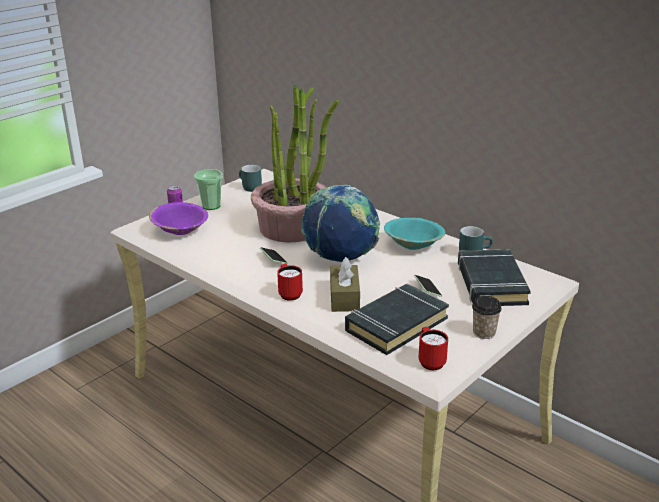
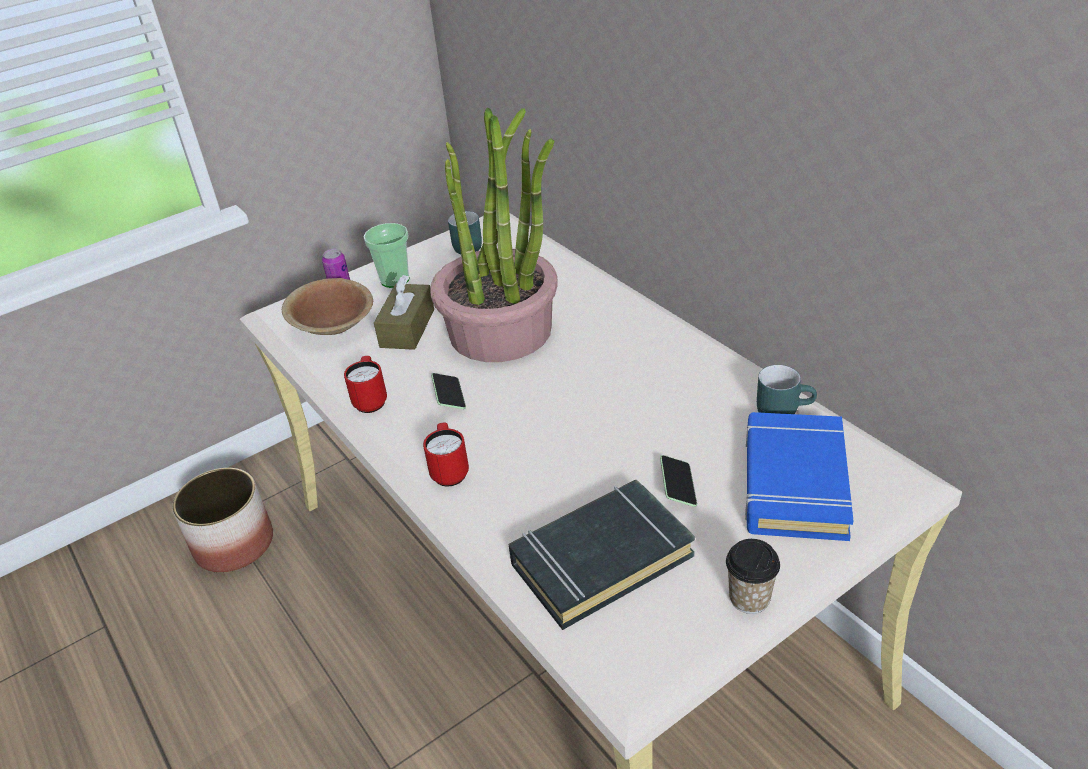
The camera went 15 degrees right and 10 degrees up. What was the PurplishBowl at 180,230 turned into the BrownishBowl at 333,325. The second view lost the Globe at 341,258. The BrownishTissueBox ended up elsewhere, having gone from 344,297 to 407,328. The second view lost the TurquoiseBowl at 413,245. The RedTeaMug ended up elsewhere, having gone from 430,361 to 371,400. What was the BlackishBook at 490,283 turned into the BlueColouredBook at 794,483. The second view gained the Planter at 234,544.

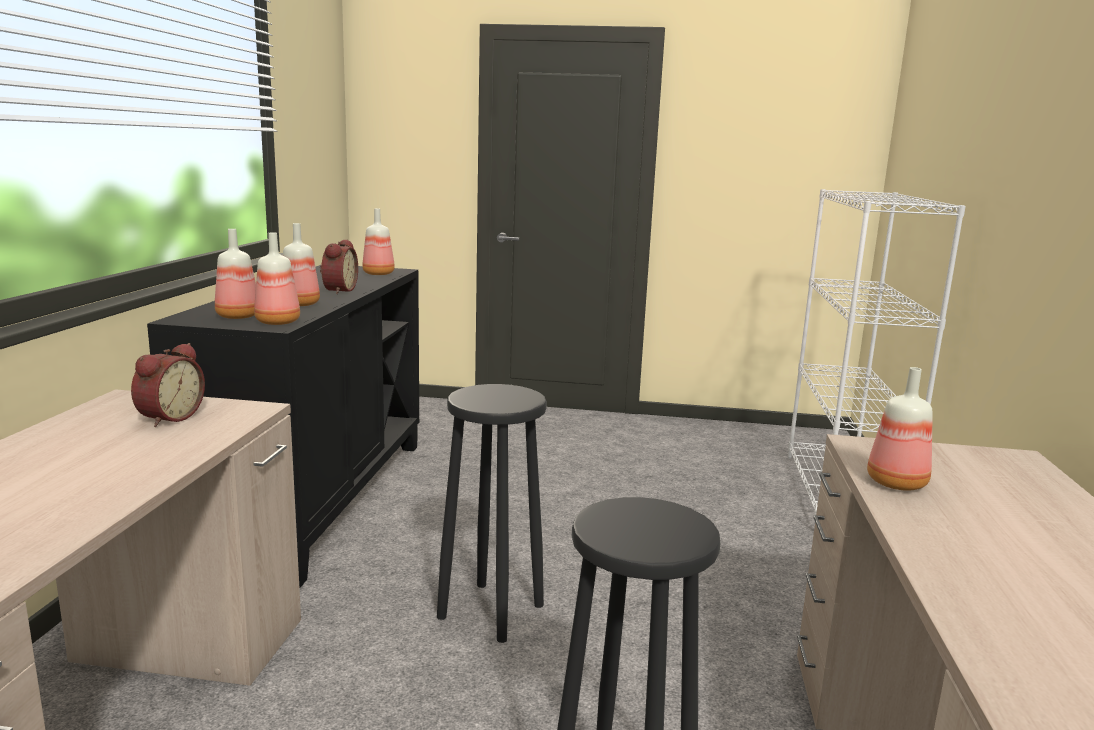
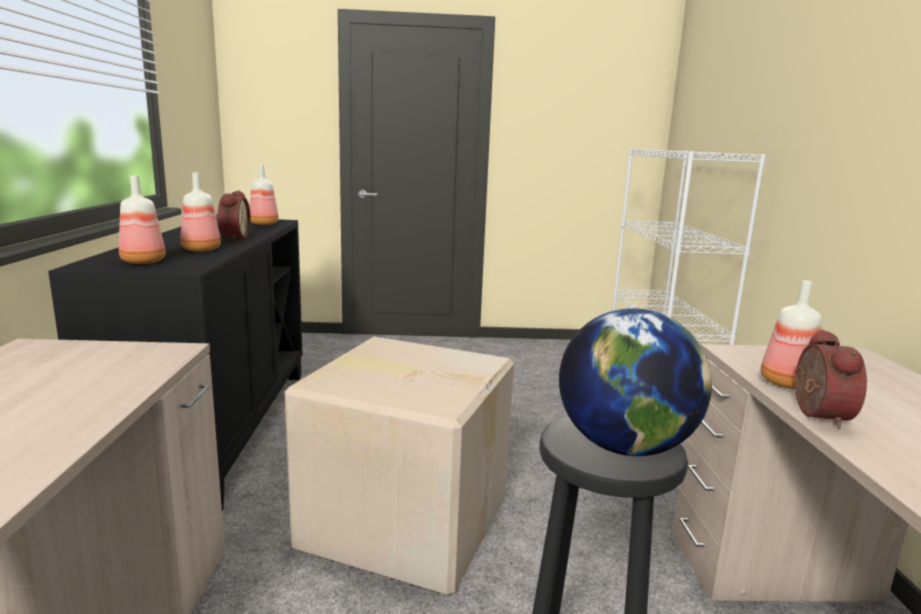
The camera went 10 degrees left and 0 degrees up. The TableClock ended up elsewhere, having gone from 168,417 to 816,415. The second view lost the DrinkBottle at 279,322. Where the BlackishSittingStool stood at 492,610, the Carton came to stand at 404,521. The second view gained the Globe at 624,446.

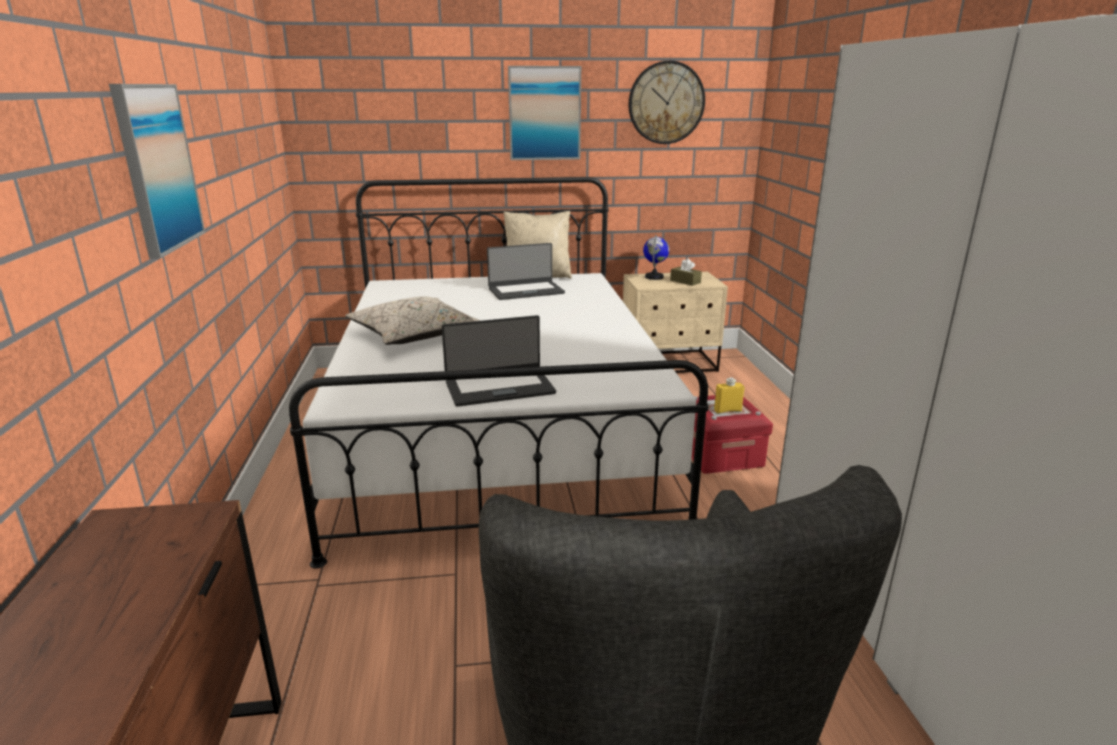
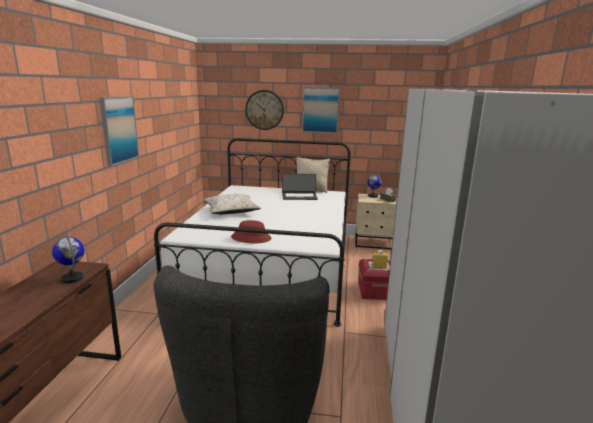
The camera went 15 degrees right and 5 degrees down. Where the Laptop stood at 499,387, the RedHat came to stand at 251,238. The ClockOnTheWall ended up elsewhere, having gone from 666,103 to 264,110. The second view gained the Globe at 72,278.

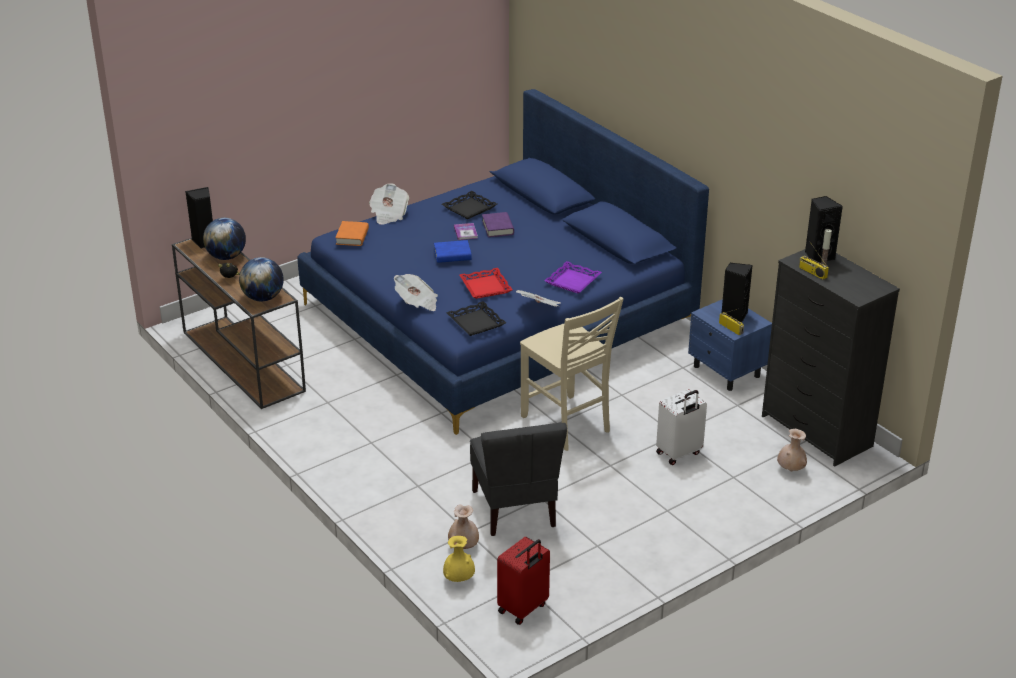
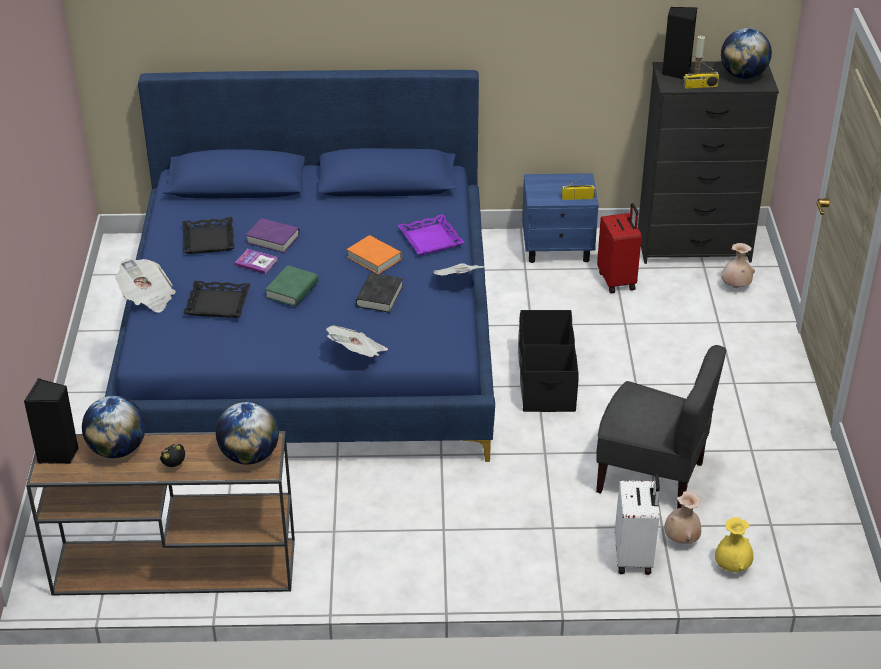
The camera went 55 degrees left and 5 degrees up. The OrangeyBook ended up elsewhere, having gone from 352,237 to 374,258. What was the BlueColouredBook at 452,255 turned into the GreenBook at 292,290. The BlackishCarryingTray ended up elsewhere, having gone from 476,322 to 218,303. Where the RedCarryingTray stood at 485,287, the BlackishBook came to stand at 379,296. The RedSuitcase ended up elsewhere, having gone from 523,608 to 617,280. Where the BeigeColouredChair stood at 567,424, the BlackishStorageBox came to stand at 545,380. The WhiteColouredSuitcase ended up elsewhere, having gone from 679,453 to 634,557. The second view lost the BlackishLoudspeaker at 734,316. The second view gained the Globe at 743,75.

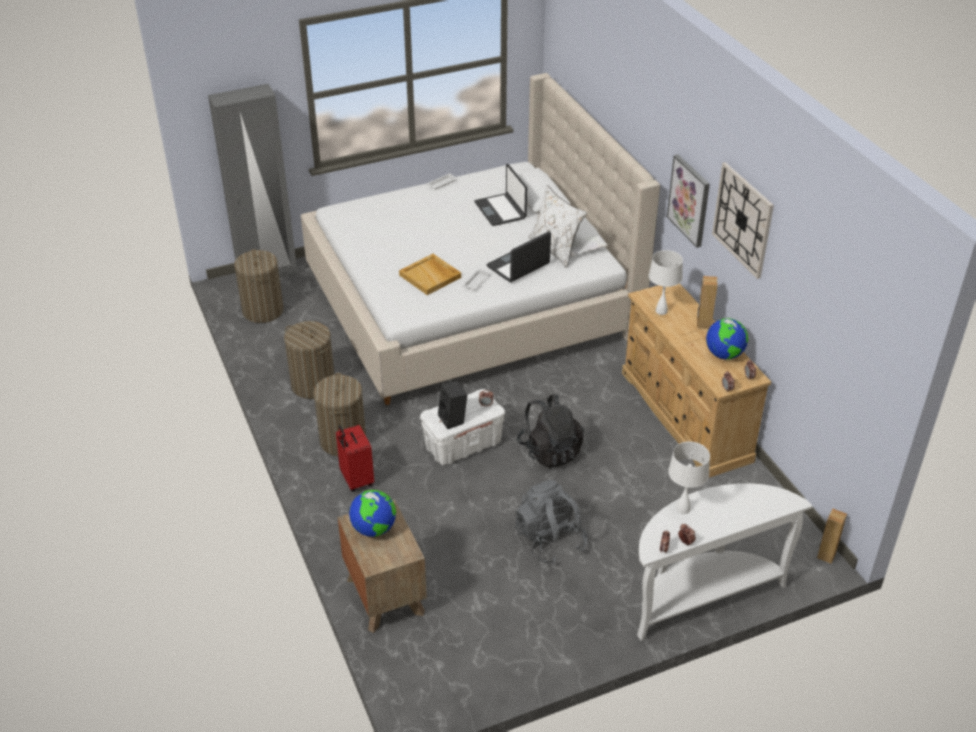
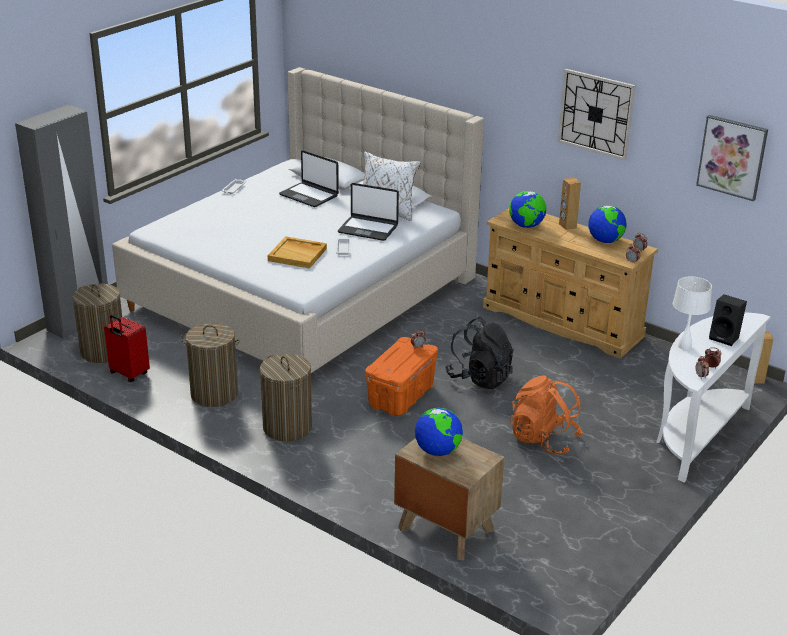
The camera went 30 degrees left and 10 degrees down. The RedSuitcase ended up elsewhere, having gone from 356,480 to 128,374. What was the WhiteColouredStorageBox at 463,444 turned into the OrangeyStorageBox at 401,396. The BlackishLoudspeaker ended up elsewhere, having gone from 453,419 to 725,337. The Laptop at 518,266 ended up facing another way, 90 degrees counterclockwise from before. What was the GrayKnapsack at 550,540 turned into the OrangeyKnapsack at 543,439. Where the WhiteColouredTabletopLamp stood at 661,311, the Globe came to stand at 526,226. The Picture ended up elsewhere, having gone from 689,200 to 732,157.

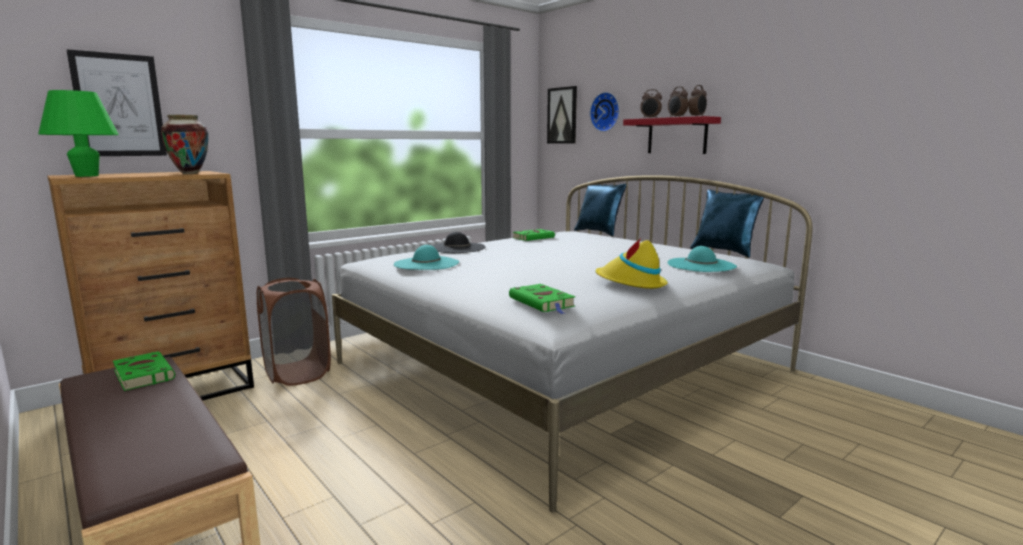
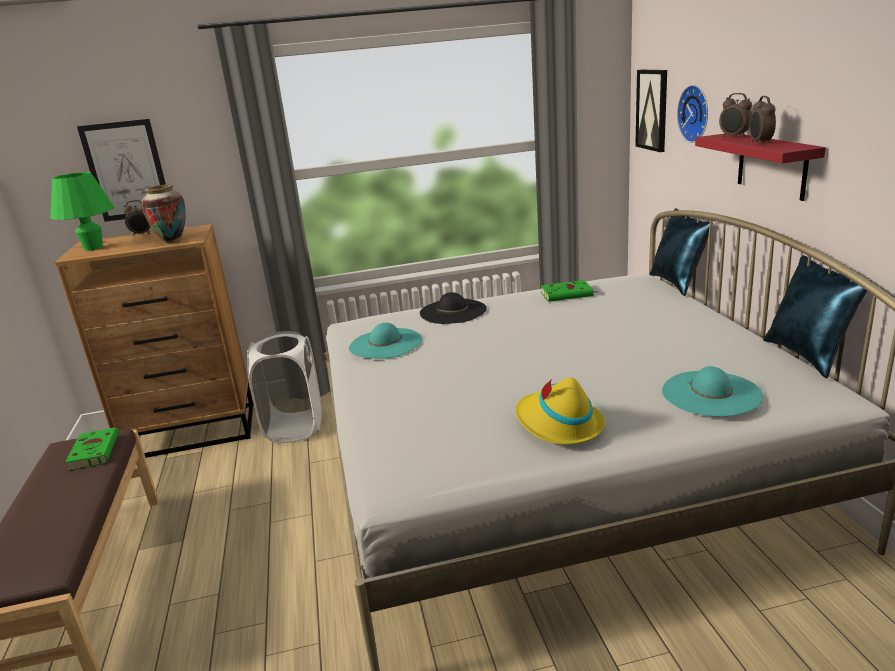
The camera went 30 degrees right and 10 degrees up. What was the BrownishHamper at 297,373 turned into the WhiteColouredHamper at 294,427. The second view lost the GreenBook at 543,303. The TableClock ended up elsewhere, having gone from 697,116 to 142,234.

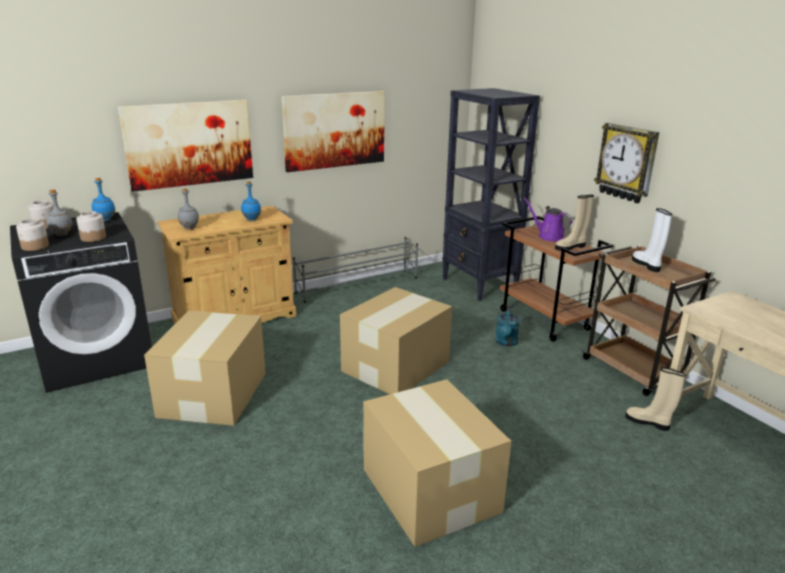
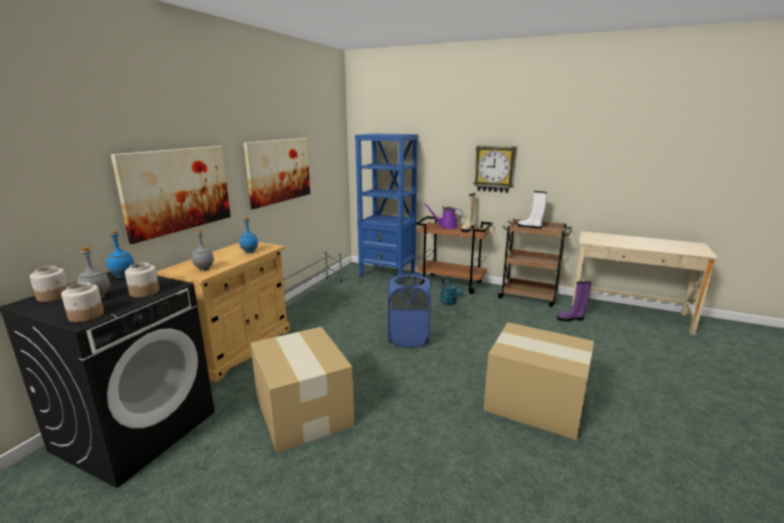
The camera went 35 degrees left and 5 degrees down. Where the Carton stood at 397,366, the BlueColouredHamper came to stand at 409,338. What was the BlackishBookshelf at 479,285 turned into the BlueColouredBookshelf at 388,274. What was the BeigeColouredTallBoot at 648,422 turned into the PurplishTallBoot at 571,319.

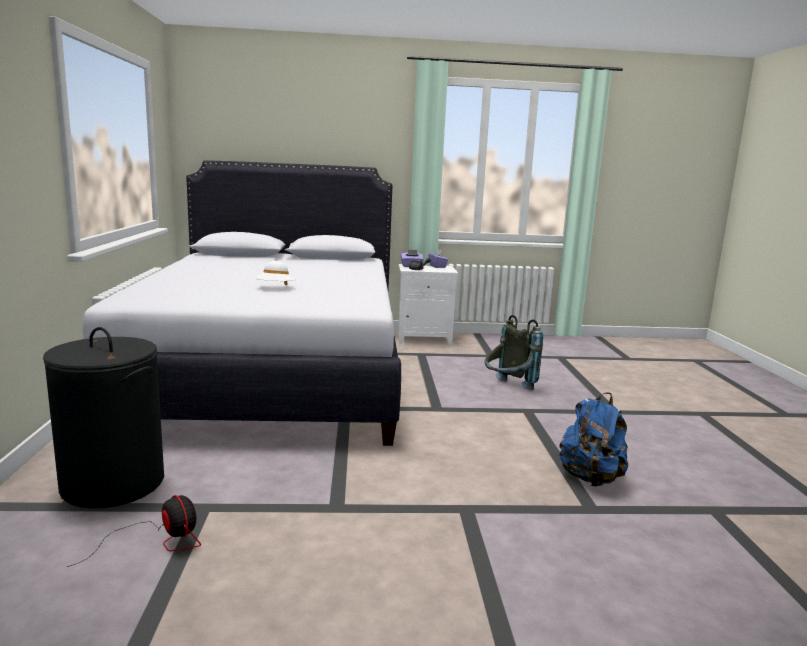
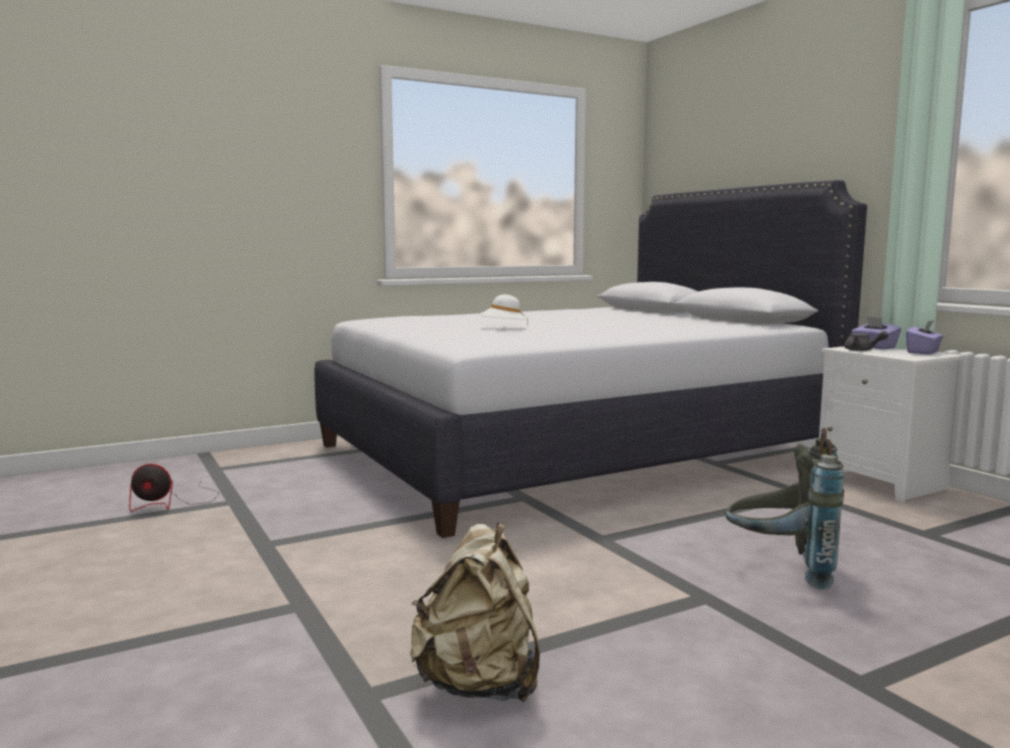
The camera went 65 degrees right and 5 degrees down. The second view lost the BlackishHamper at 112,484. The Fan at 158,541 ended up facing another way, 60 degrees clockwise from before. What was the BlueColouredKnapsack at 590,478 turned into the BeigeColouredKnapsack at 479,685.

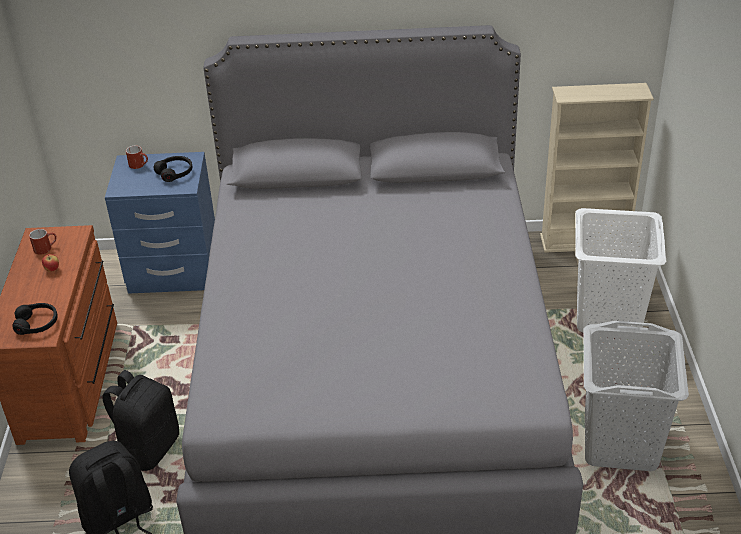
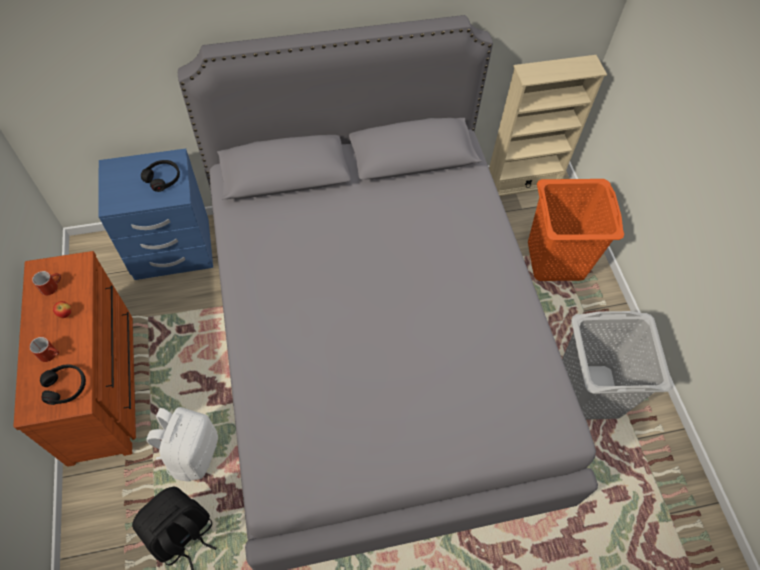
The camera went 15 degrees left and 20 degrees up. What was the BlackishKnapsack at 148,448 turned into the WhiteColouredKnapsack at 192,453. The RedTeaMug ended up elsewhere, having gone from 139,165 to 51,354. What was the WhiteColouredHamper at 608,316 turned into the OrangeyHamper at 556,260.

